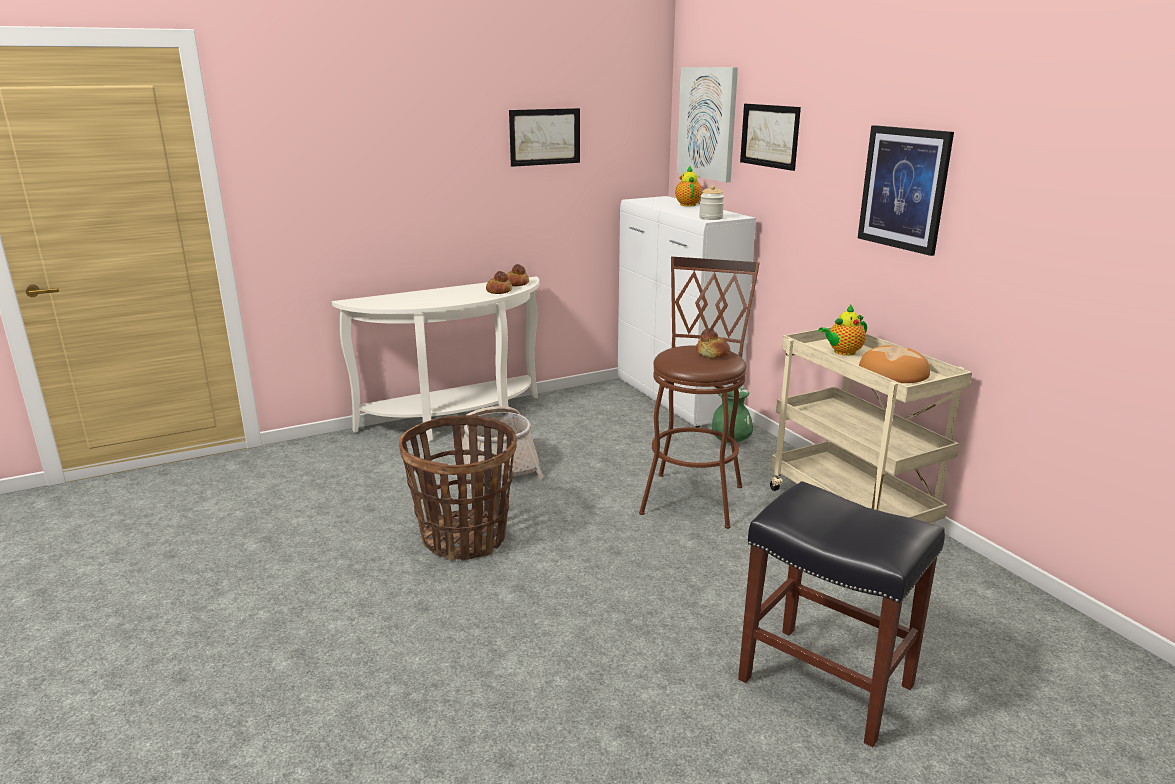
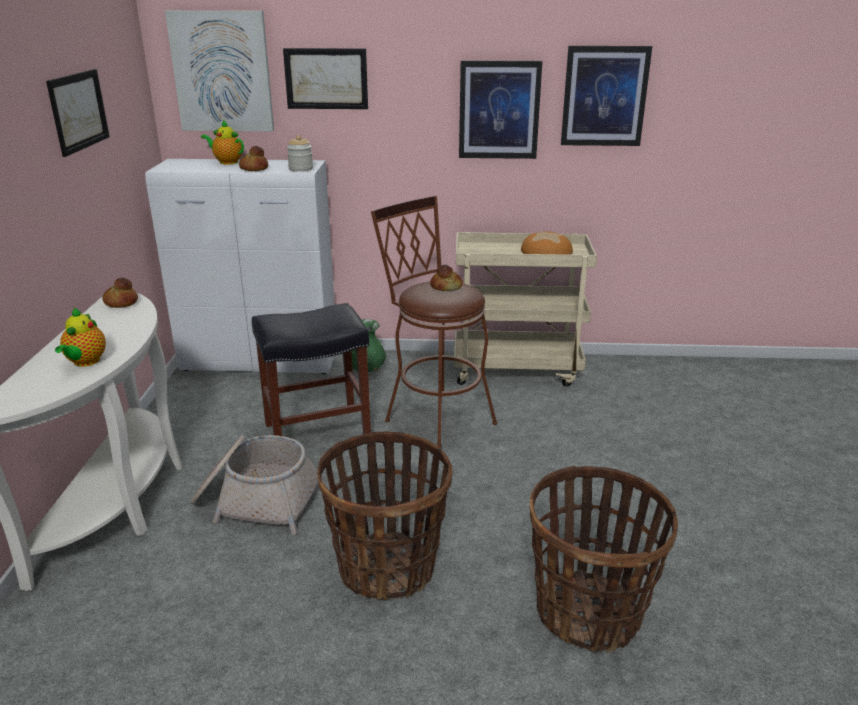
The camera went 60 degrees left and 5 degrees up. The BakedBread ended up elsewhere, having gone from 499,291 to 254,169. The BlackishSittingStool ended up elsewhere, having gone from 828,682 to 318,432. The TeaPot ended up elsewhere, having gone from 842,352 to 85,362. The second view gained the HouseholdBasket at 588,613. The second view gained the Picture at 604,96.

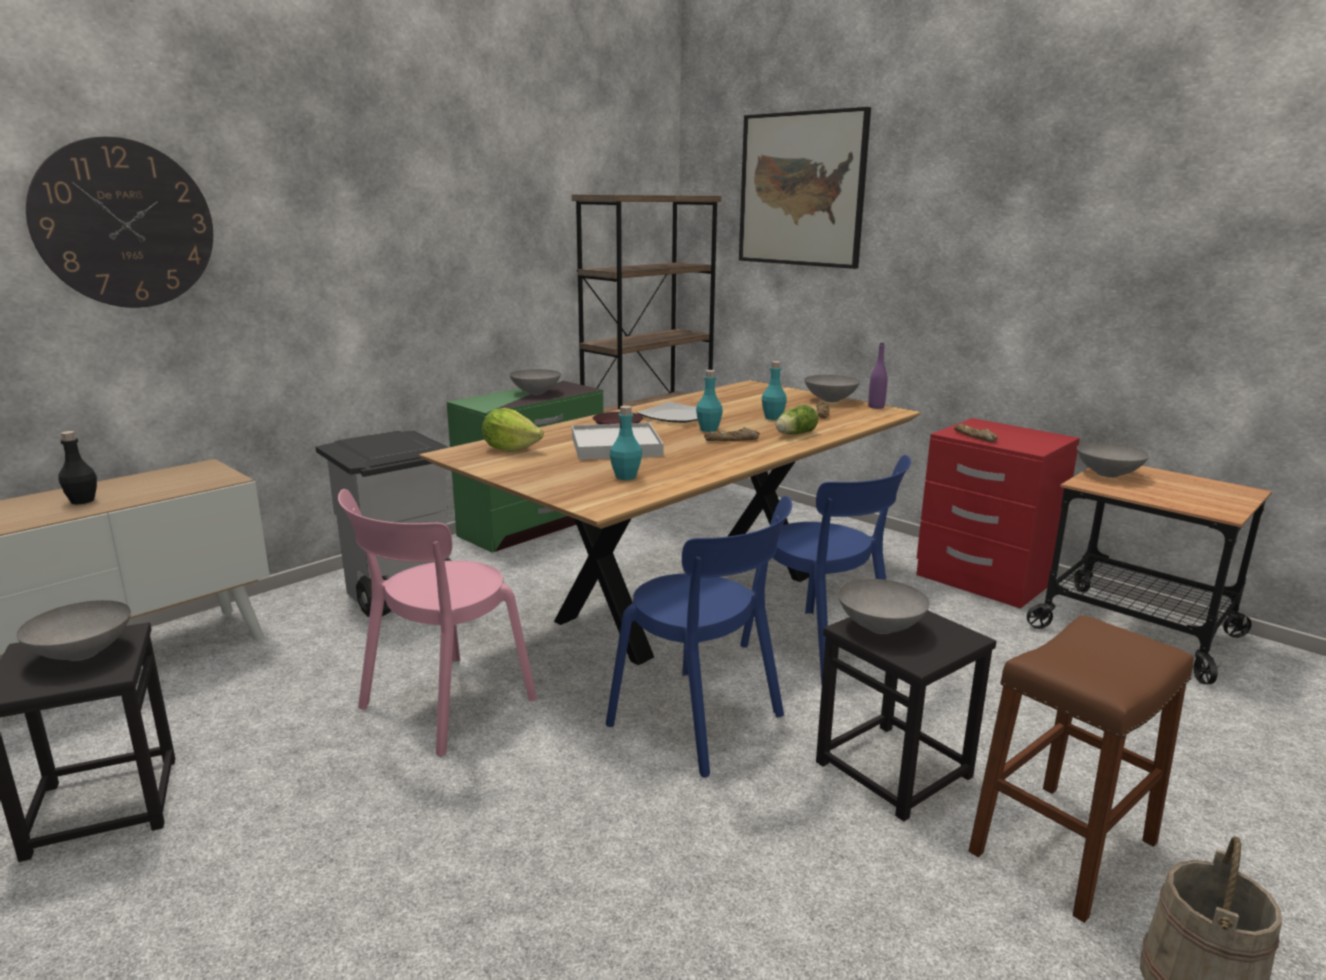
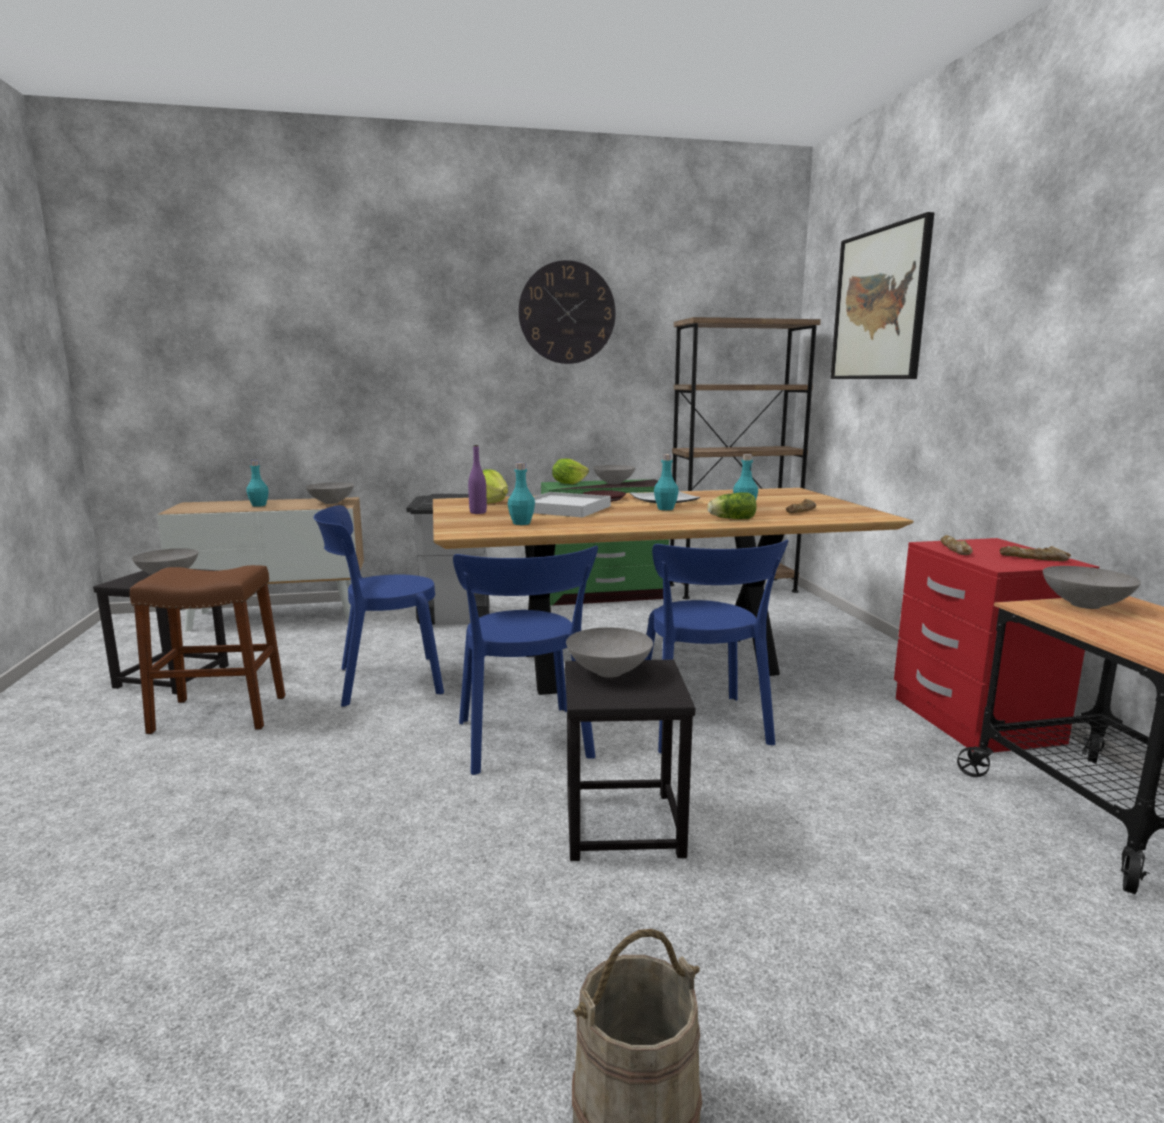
The camera went 35 degrees right and 5 degrees down. The ClockOnTheWall ended up elsewhere, having gone from 125,224 to 567,313. What was the BlackishDrinkBottle at 82,501 turned into the TurquoiseDrinkBottle at 259,505. What was the PinkColouredChair at 441,707 turned into the BlueColouredChair at 383,681. The BakedBread ended up elsewhere, having gone from 732,440 to 1034,558. The GrayBowl ended up elsewhere, having gone from 829,400 to 330,502. The PurplishDrinkBottle ended up elsewhere, having gone from 876,407 to 478,512. The BrownishSittingStool ended up elsewhere, having gone from 1063,847 to 219,714. The second view gained the LettuceHead at 568,483.

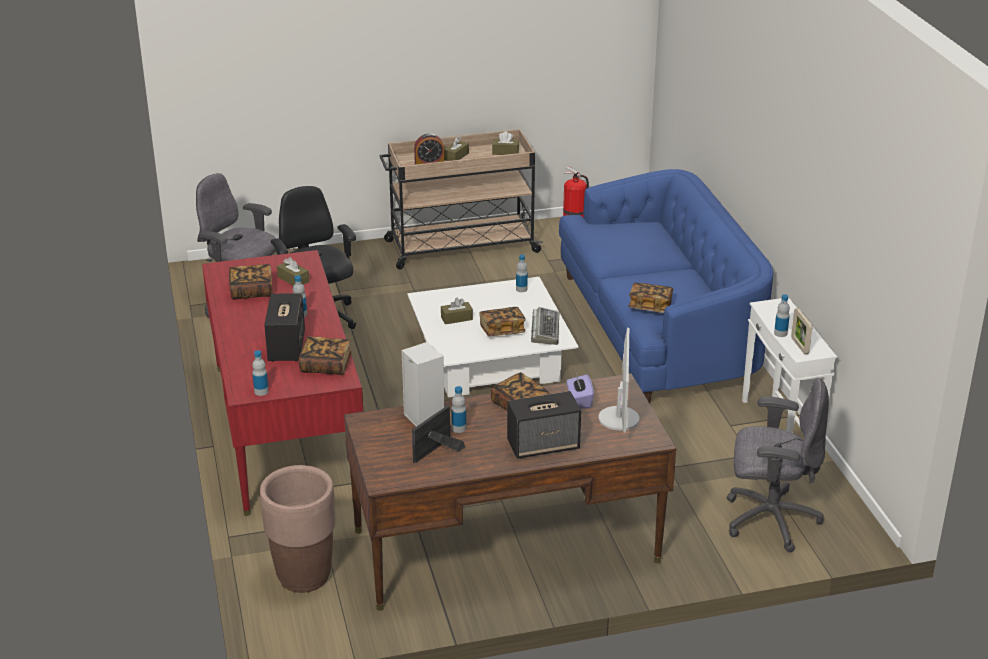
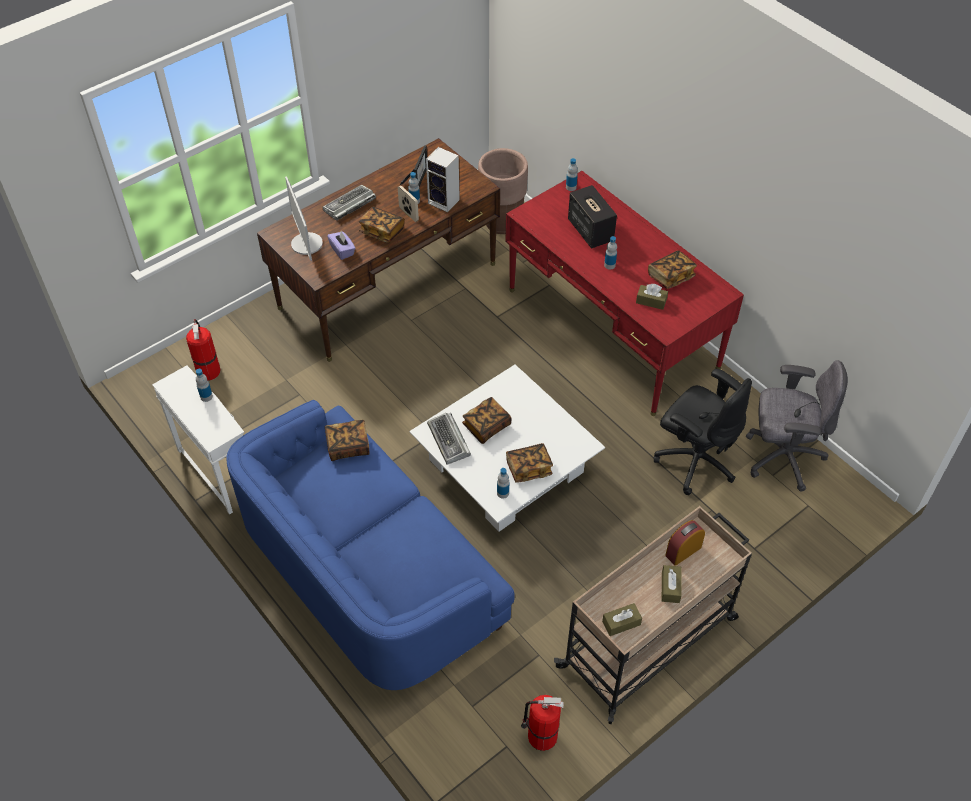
The camera went 155 degrees right and 20 degrees up. The Book ended up elsewhere, having gone from 326,366 to 529,468. The second view lost the BrownishTissueBox at 456,318. Where the Loudspeaker stood at 544,445, the Keyboard came to stand at 349,206. Where the GrayComputerChair stood at 769,519, the FireFightingCylinder came to stand at 208,370. The StandingFrame ended up elsewhere, having gone from 799,346 to 408,214.

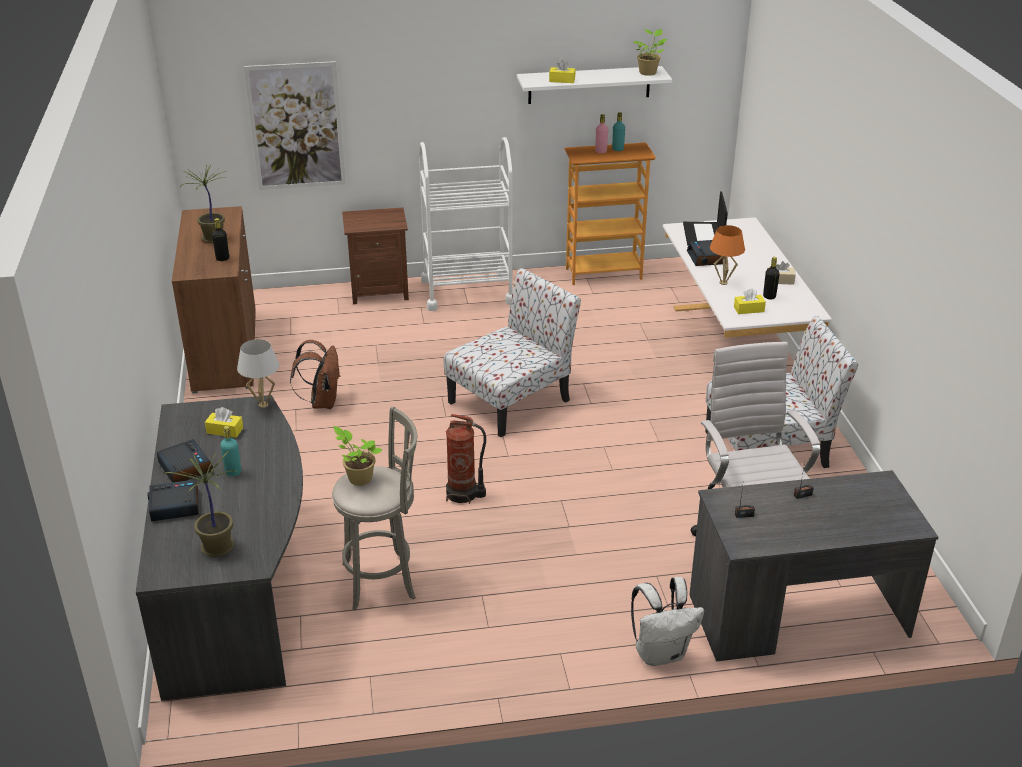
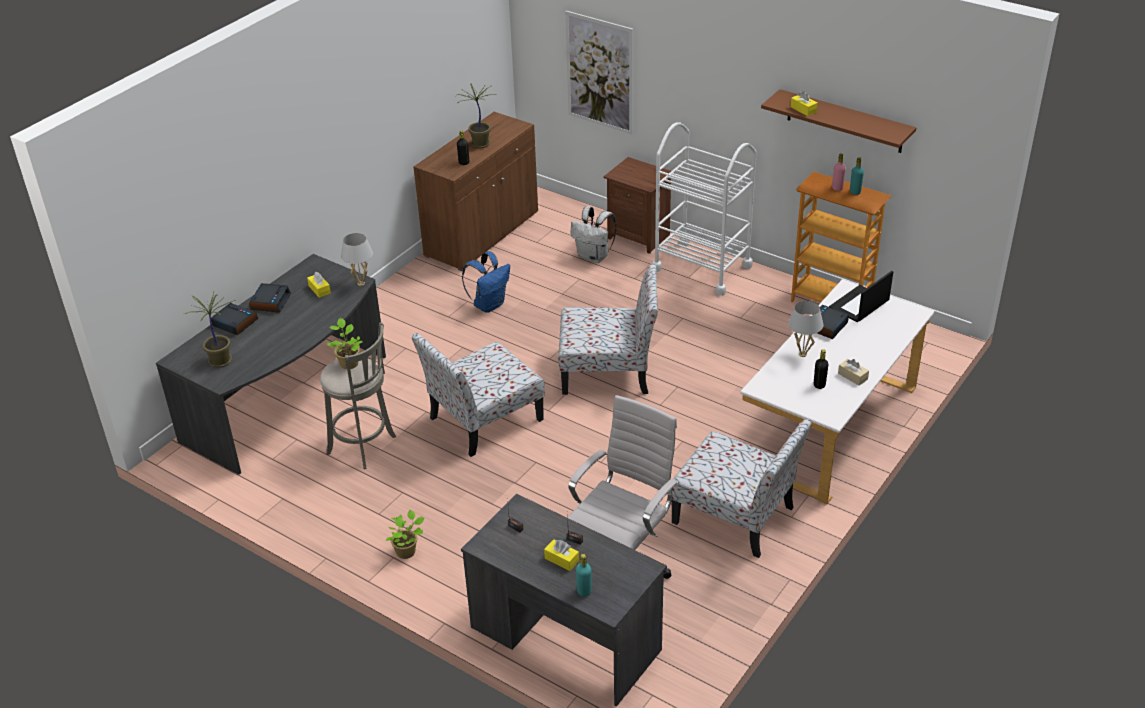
The camera went 45 degrees right and 5 degrees up. The TurquoiseDrinkBottle ended up elsewhere, having gone from 233,472 to 584,591. What was the BrownishKnapsack at 322,402 turned into the BlueColouredKnapsack at 489,304. Where the FireFightingCylinder stood at 463,494, the Chair came to stand at 483,420. What was the WhiteColouredBracketShelf at 589,85 turned into the BrownishBracketShelf at 844,121. The WhiteColouredKnapsack ended up elsewhere, having gone from 661,653 to 594,257. The Houseplant ended up elsewhere, having gone from 648,72 to 407,552. What was the OrangeyTabletopLamp at 723,283 turned into the WhiteColouredTabletopLamp at 802,354. The YellowishTissueBox ended up elsewhere, having gone from 749,309 to 561,559.

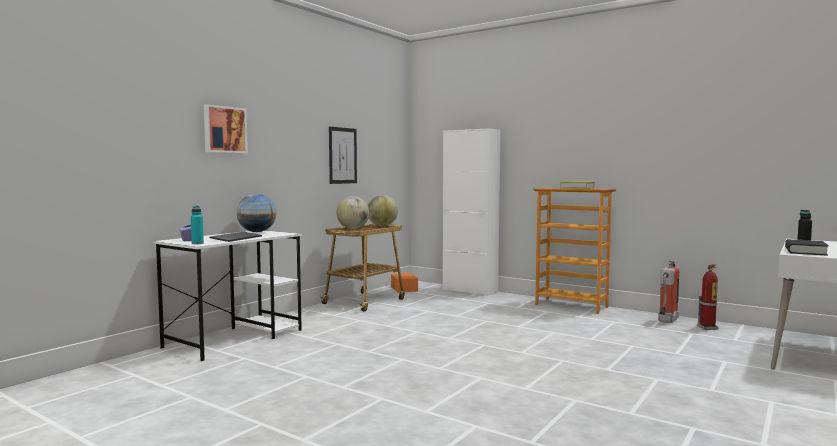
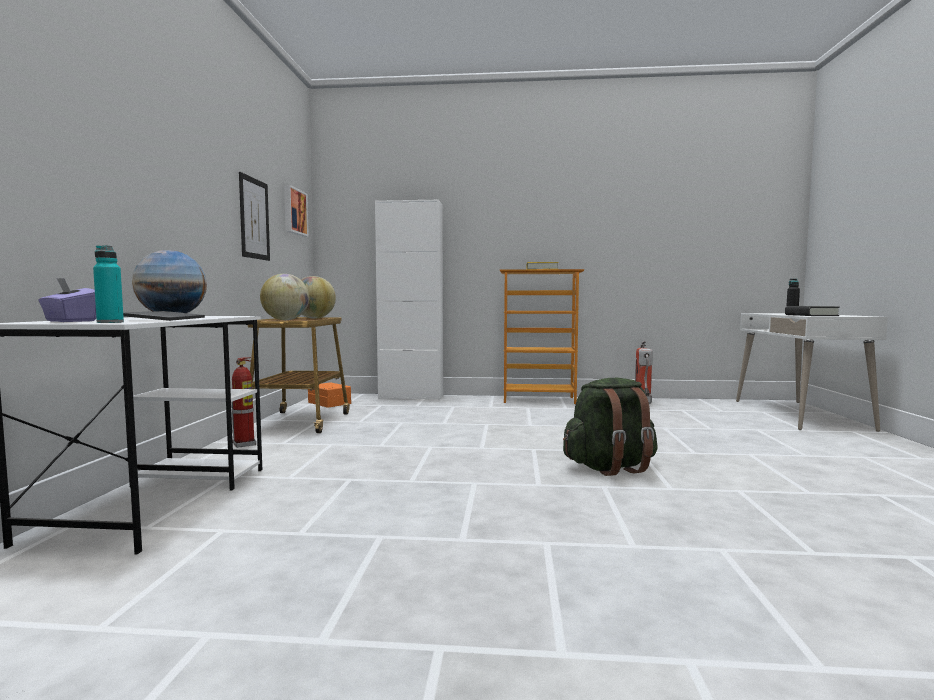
The camera went 30 degrees left and 0 degrees up. The Picture ended up elsewhere, having gone from 224,129 to 294,211. The FireFightingCylinder ended up elsewhere, having gone from 708,328 to 245,444. The second view gained the GreenKnapsack at 610,467.

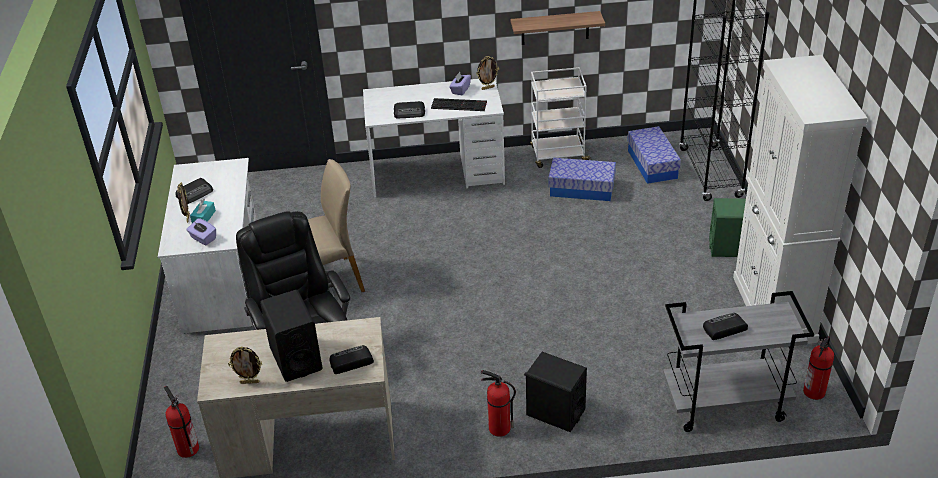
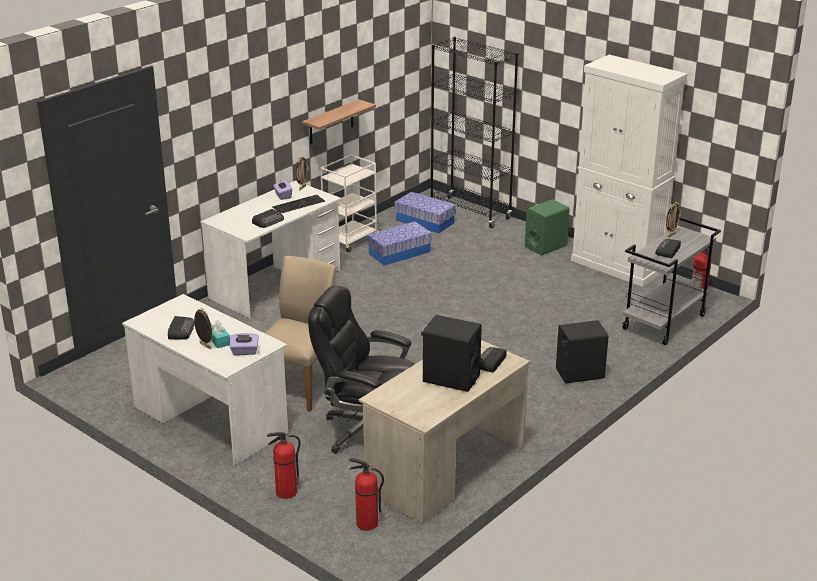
The camera went 45 degrees left and 10 degrees down. The StandingFrame ended up elsewhere, having gone from 250,382 to 671,235. The FireFightingCylinder ended up elsewhere, having gone from 498,428 to 285,492.

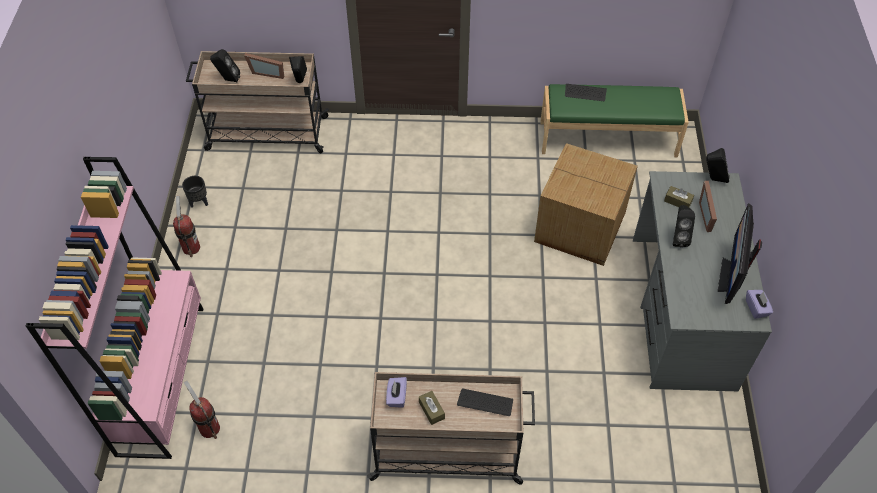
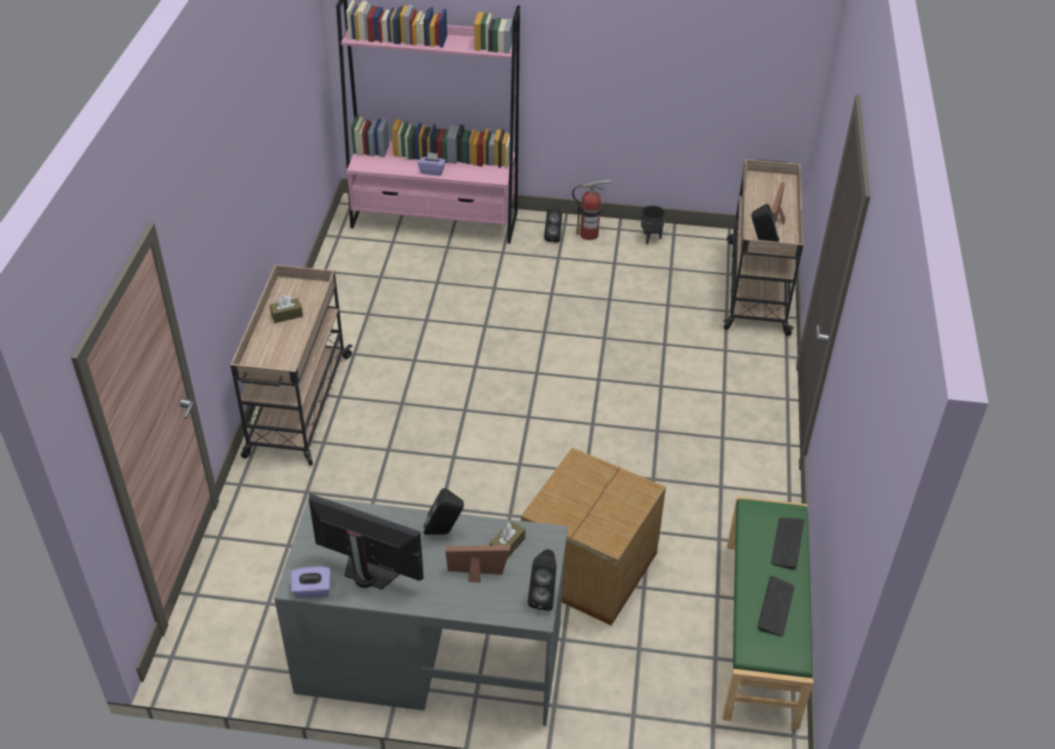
The camera went 95 degrees right and 10 degrees down. The second view lost the FireFightingCylinder at 209,428. The BlackishLoudspeaker ended up elsewhere, having gone from 228,79 to 554,236. The PurplishTissueBox ended up elsewhere, having gone from 396,397 to 432,171. The Keyboard ended up elsewhere, having gone from 485,403 to 776,607.

